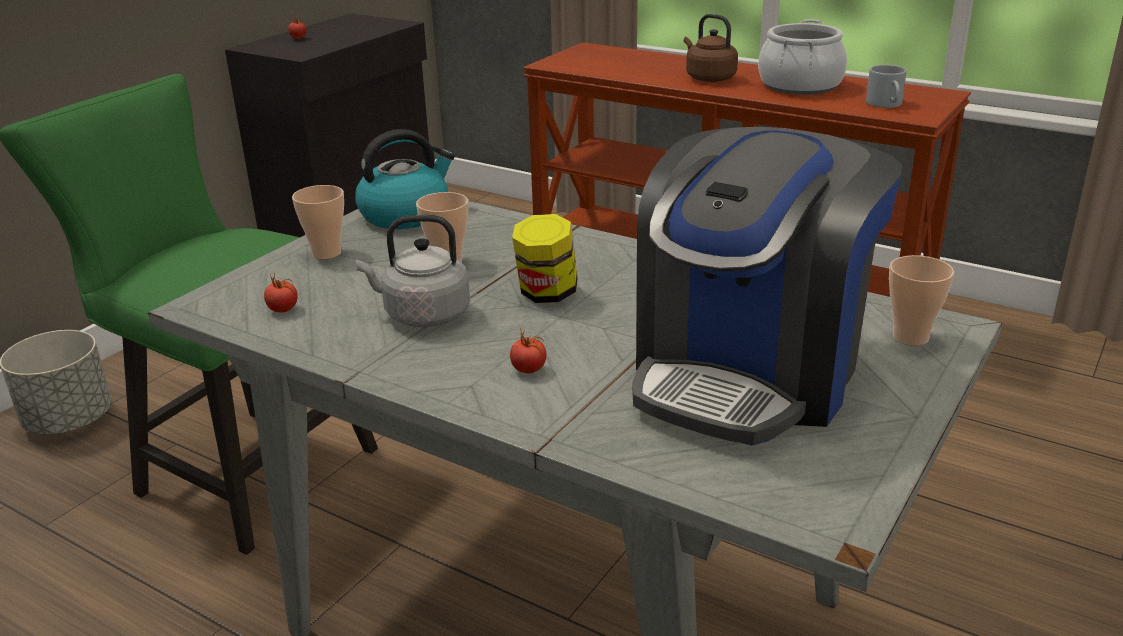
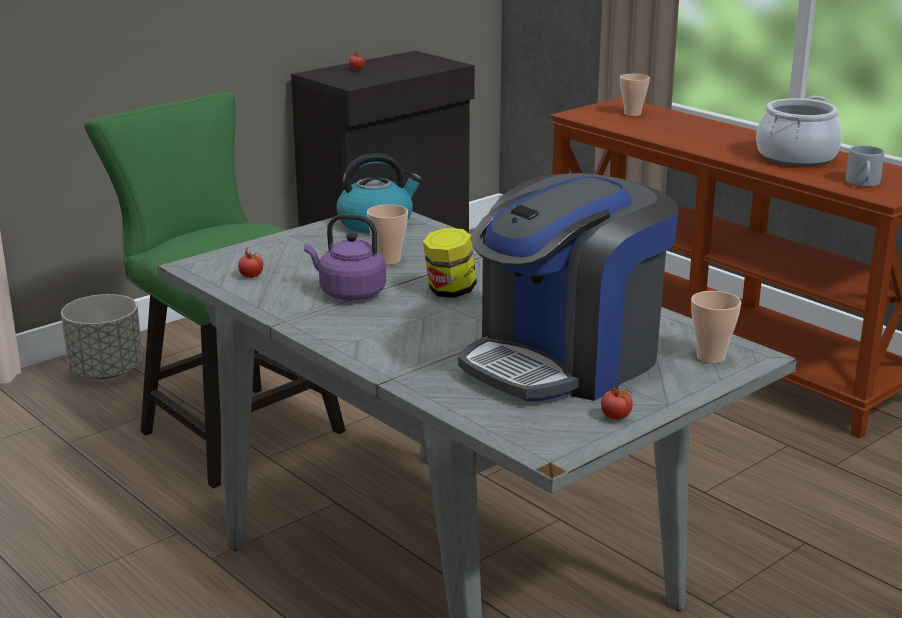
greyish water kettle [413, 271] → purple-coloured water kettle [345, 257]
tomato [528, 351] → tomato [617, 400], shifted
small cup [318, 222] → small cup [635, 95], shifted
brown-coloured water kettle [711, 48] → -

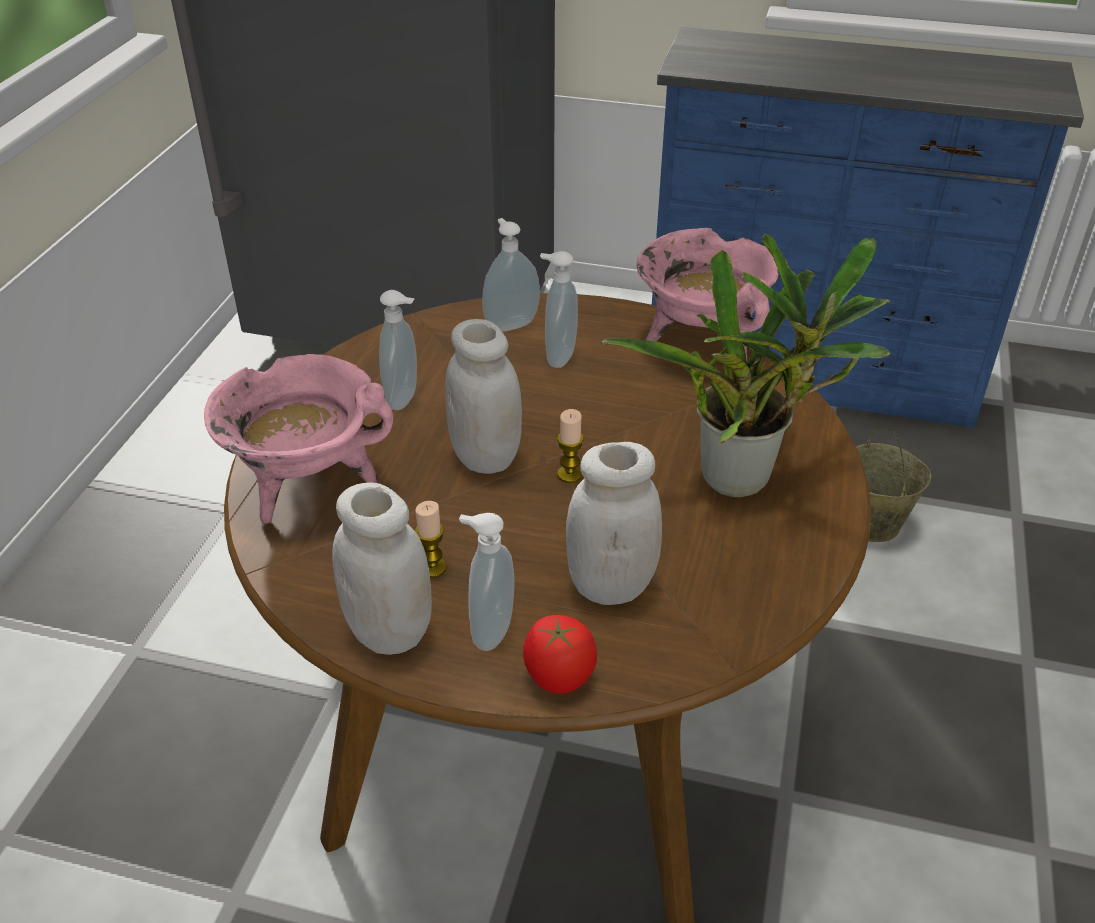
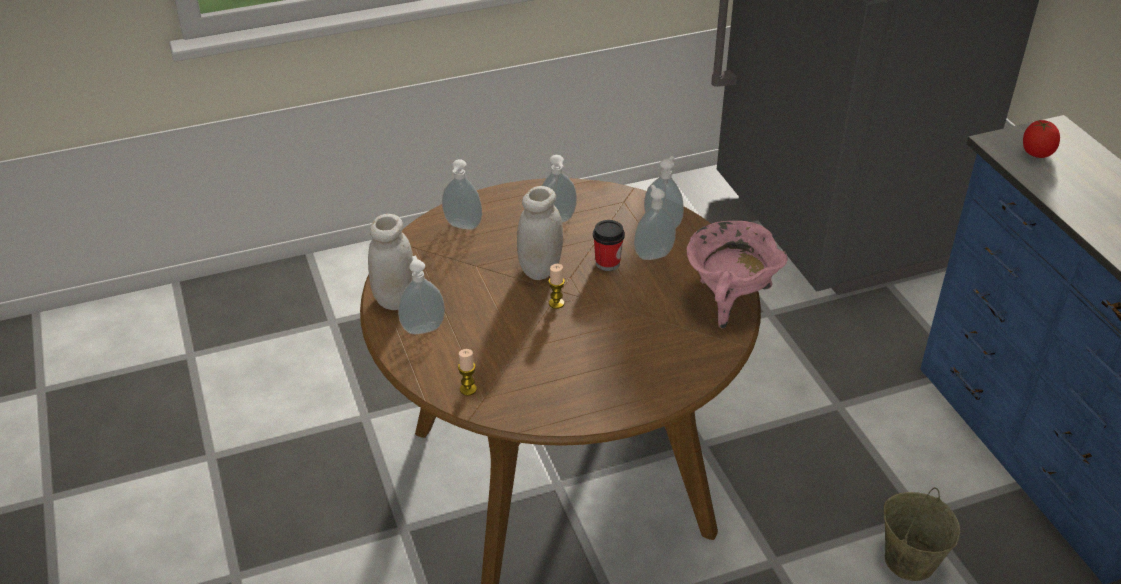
pink-coloured saucepot [298, 439] → soap bottle [462, 194]
wax light [431, 539] → wax light [467, 372], shifted
- → small cup [609, 245]
tomato [560, 654] → tomato [1041, 139], shifted
white-coloured jar [614, 523] → -
houseplant [746, 366] → -

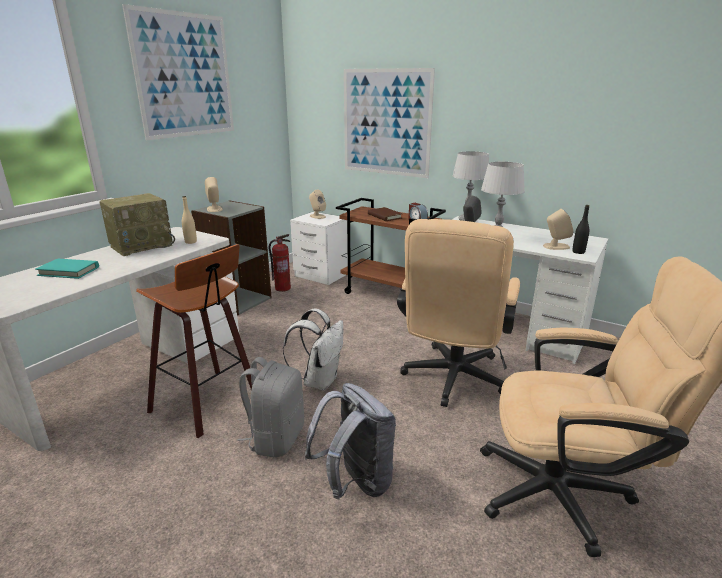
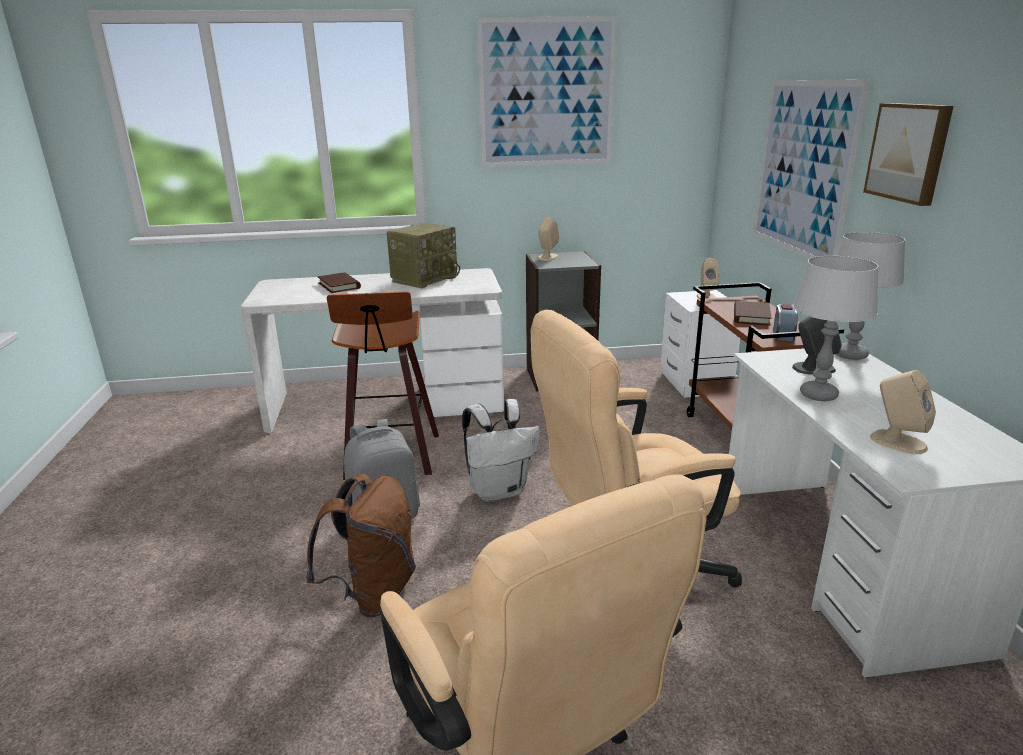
greyish rucksack [350, 441] → brown-coloured rucksack [361, 546]
turquoise volume [67, 269] → brown-coloured volume [339, 282]
radio set [137, 224] → radio set [423, 255], 60 degrees counterclockwise
- → wall art [908, 154]
sand-coloured drink bottle [189, 220] → -
fire-fighting cylinder [280, 263] → -
blackish drink bottle [580, 229] → -

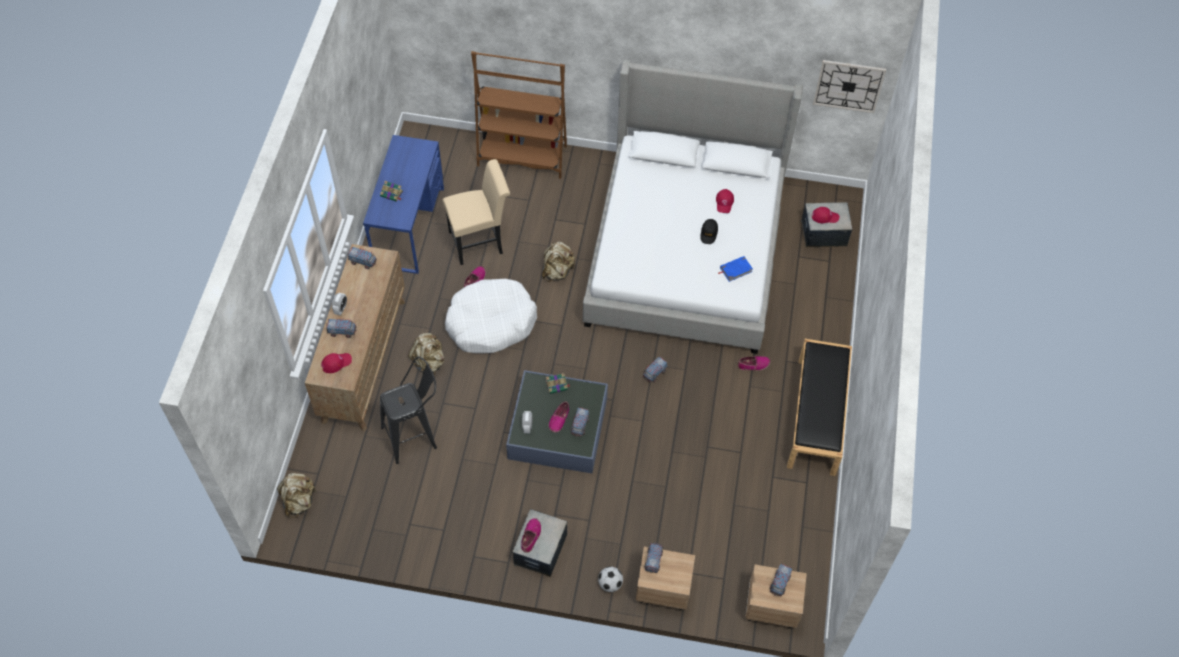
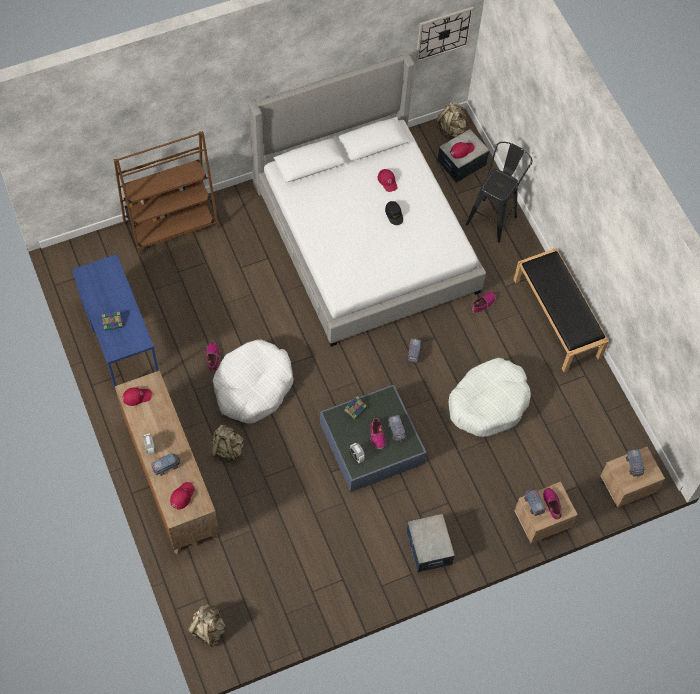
model truck [362, 258] → red peaked cap [137, 396]
sand-coloured rucksack [558, 262] → sand-coloured rucksack [451, 121], shifted
- → white-coloured dog cushion [489, 397]
blackish stool seat [408, 410] → blackish stool seat [499, 192], shifted
item of footwear [531, 535] → item of footwear [552, 504], shifted
sand-coloured chair [476, 212] → -
ball for football [610, 579] → -
blue volume [735, 269] → -

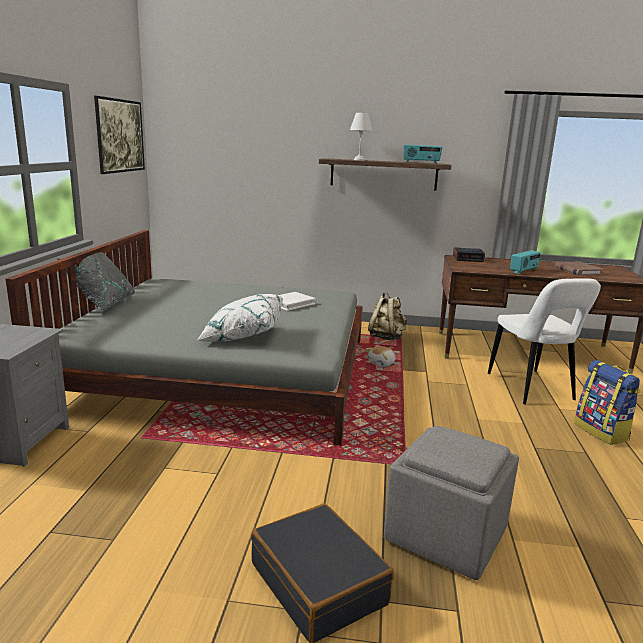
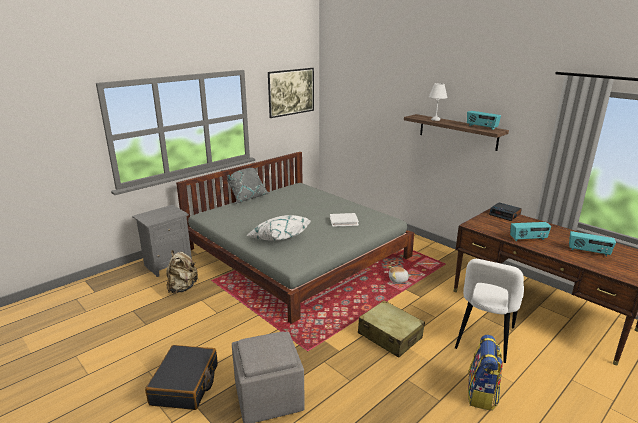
sand-coloured rucksack [387, 316] → sand-coloured rucksack [182, 272], shifted
- → sand-coloured suitcase [391, 329]
brown-coloured volume [579, 269] → radio set [592, 243]

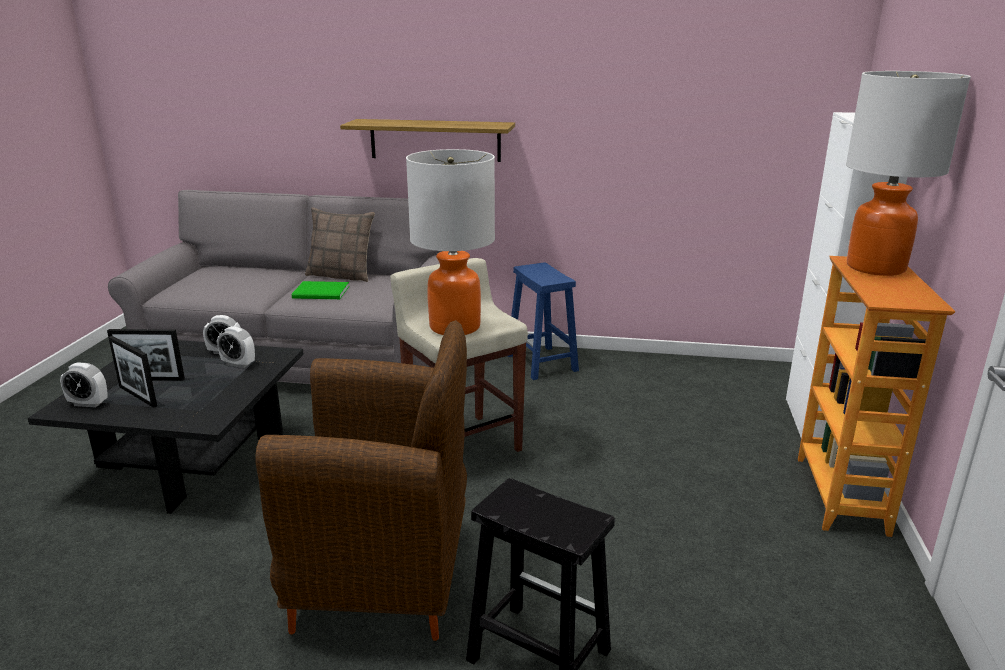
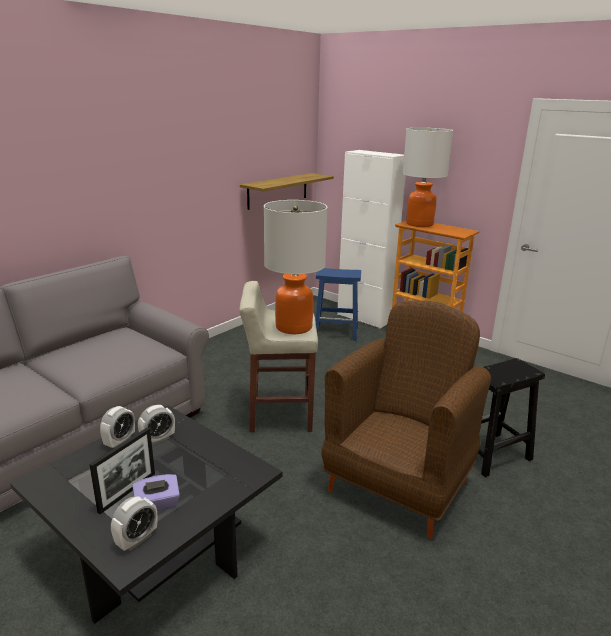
picture frame [132, 372] → purple-coloured box of tissues [156, 493]
bracket shelf [427, 140] → bracket shelf [287, 191], shifted
blue stool seat [543, 321] → blue stool seat [338, 304], shifted
green volume [320, 290] → -
pillow [340, 244] → -

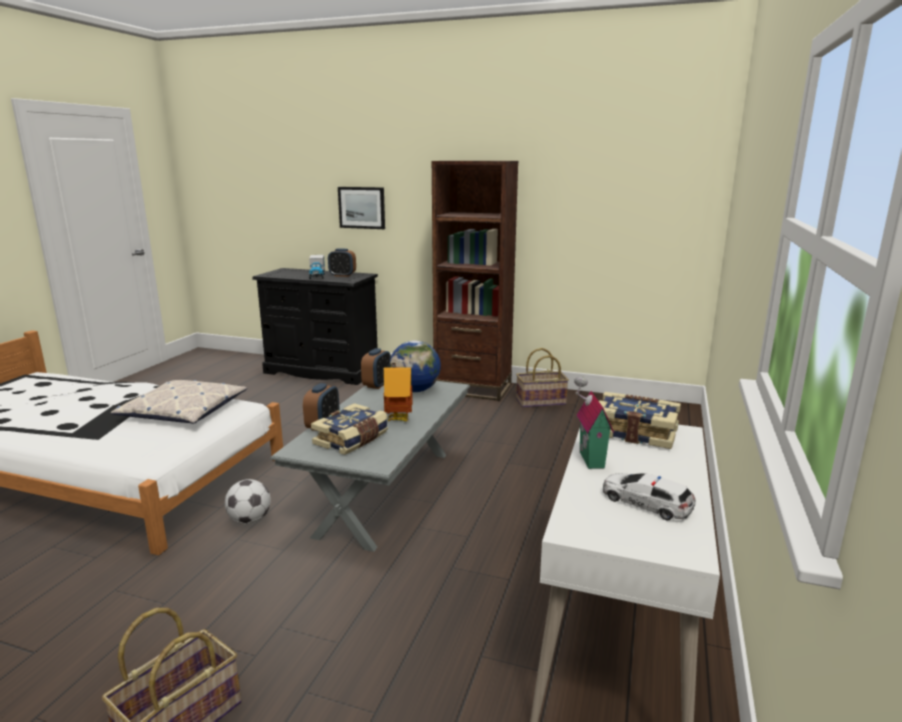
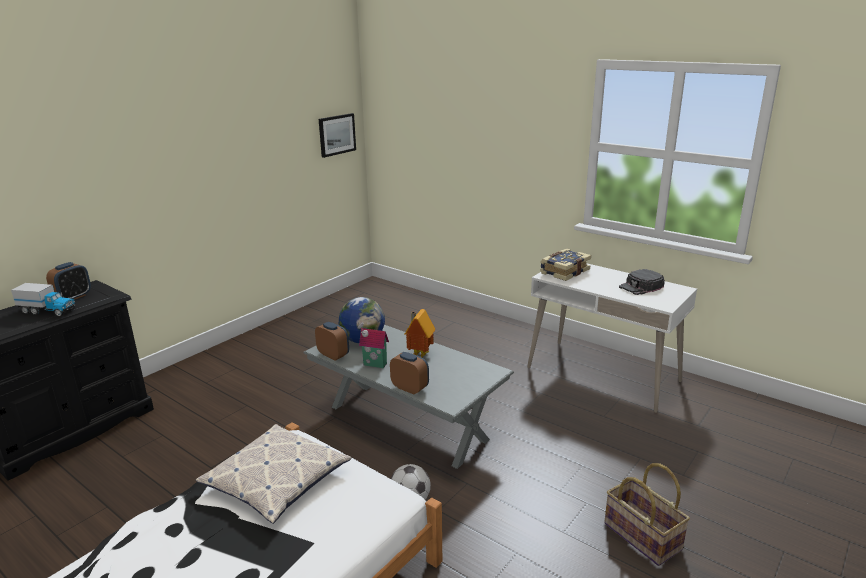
wall art [361, 208] → wall art [337, 135], shifted
model house [594, 423] → model house [373, 345], shifted
toy car [649, 496] → blackish peaked cap [642, 282]
volume [349, 429] → -
brown-coloured shelving unit [475, 281] → -
basket [542, 377] → -

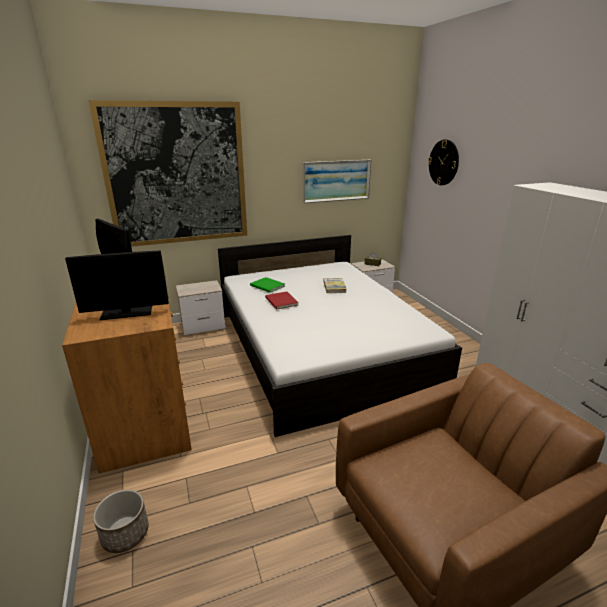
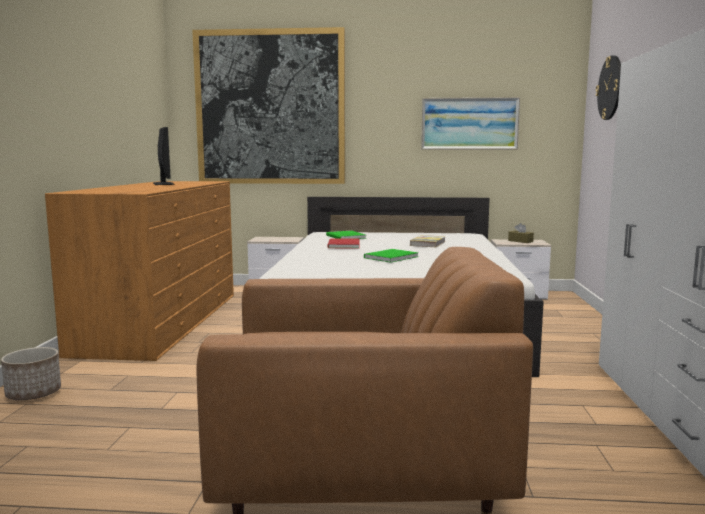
- → green volume [391, 256]
monitor [117, 285] → -

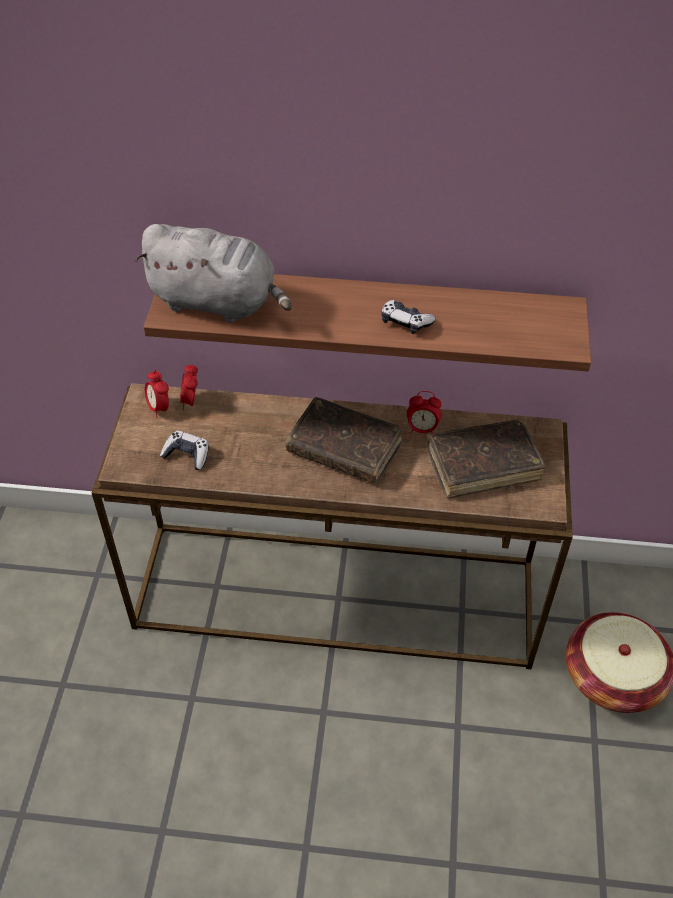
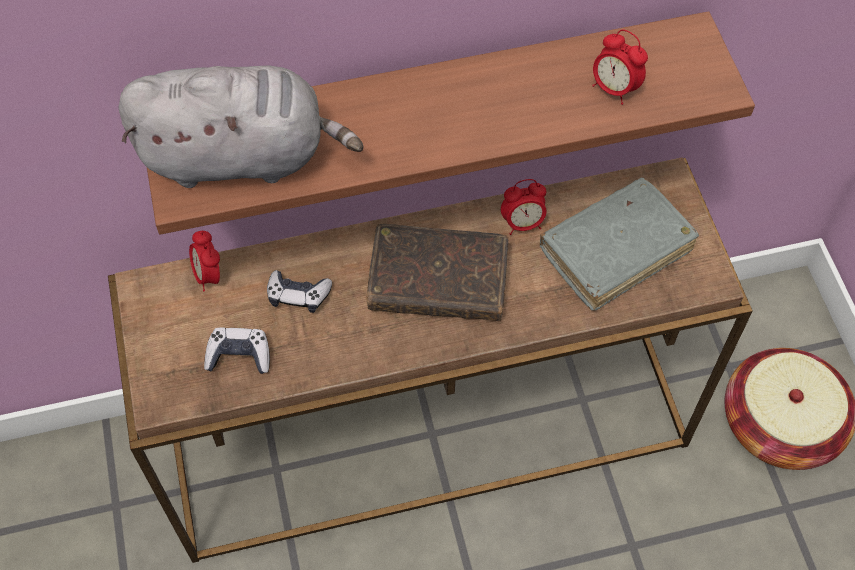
gamepad [408, 317] → gamepad [299, 291], shifted
brown-coloured volume [486, 459] → greyish volume [619, 244]
bedside clock [157, 394] → bedside clock [620, 67], shifted

